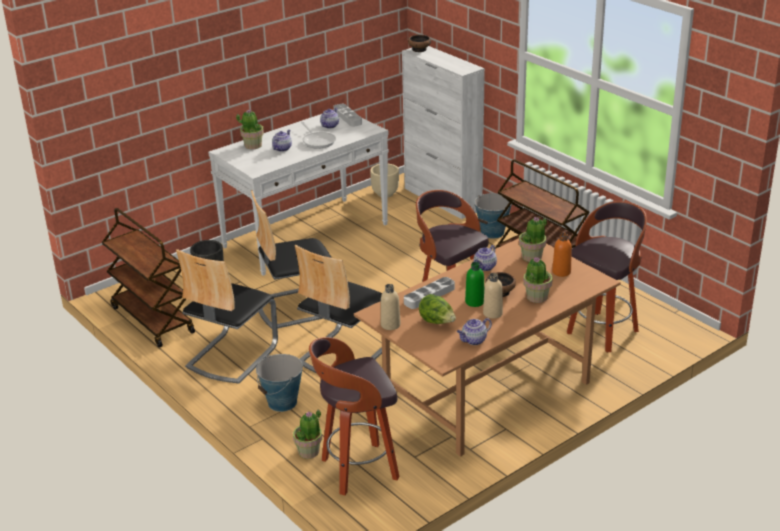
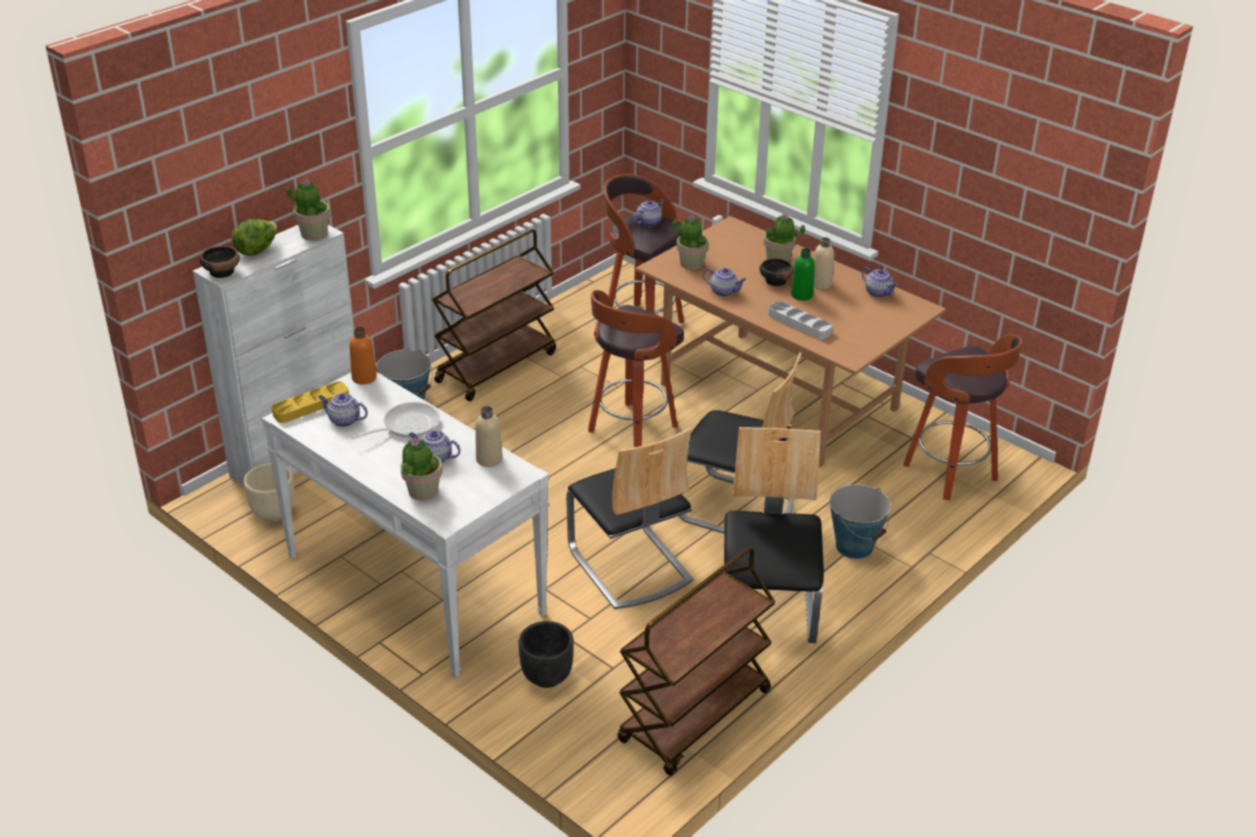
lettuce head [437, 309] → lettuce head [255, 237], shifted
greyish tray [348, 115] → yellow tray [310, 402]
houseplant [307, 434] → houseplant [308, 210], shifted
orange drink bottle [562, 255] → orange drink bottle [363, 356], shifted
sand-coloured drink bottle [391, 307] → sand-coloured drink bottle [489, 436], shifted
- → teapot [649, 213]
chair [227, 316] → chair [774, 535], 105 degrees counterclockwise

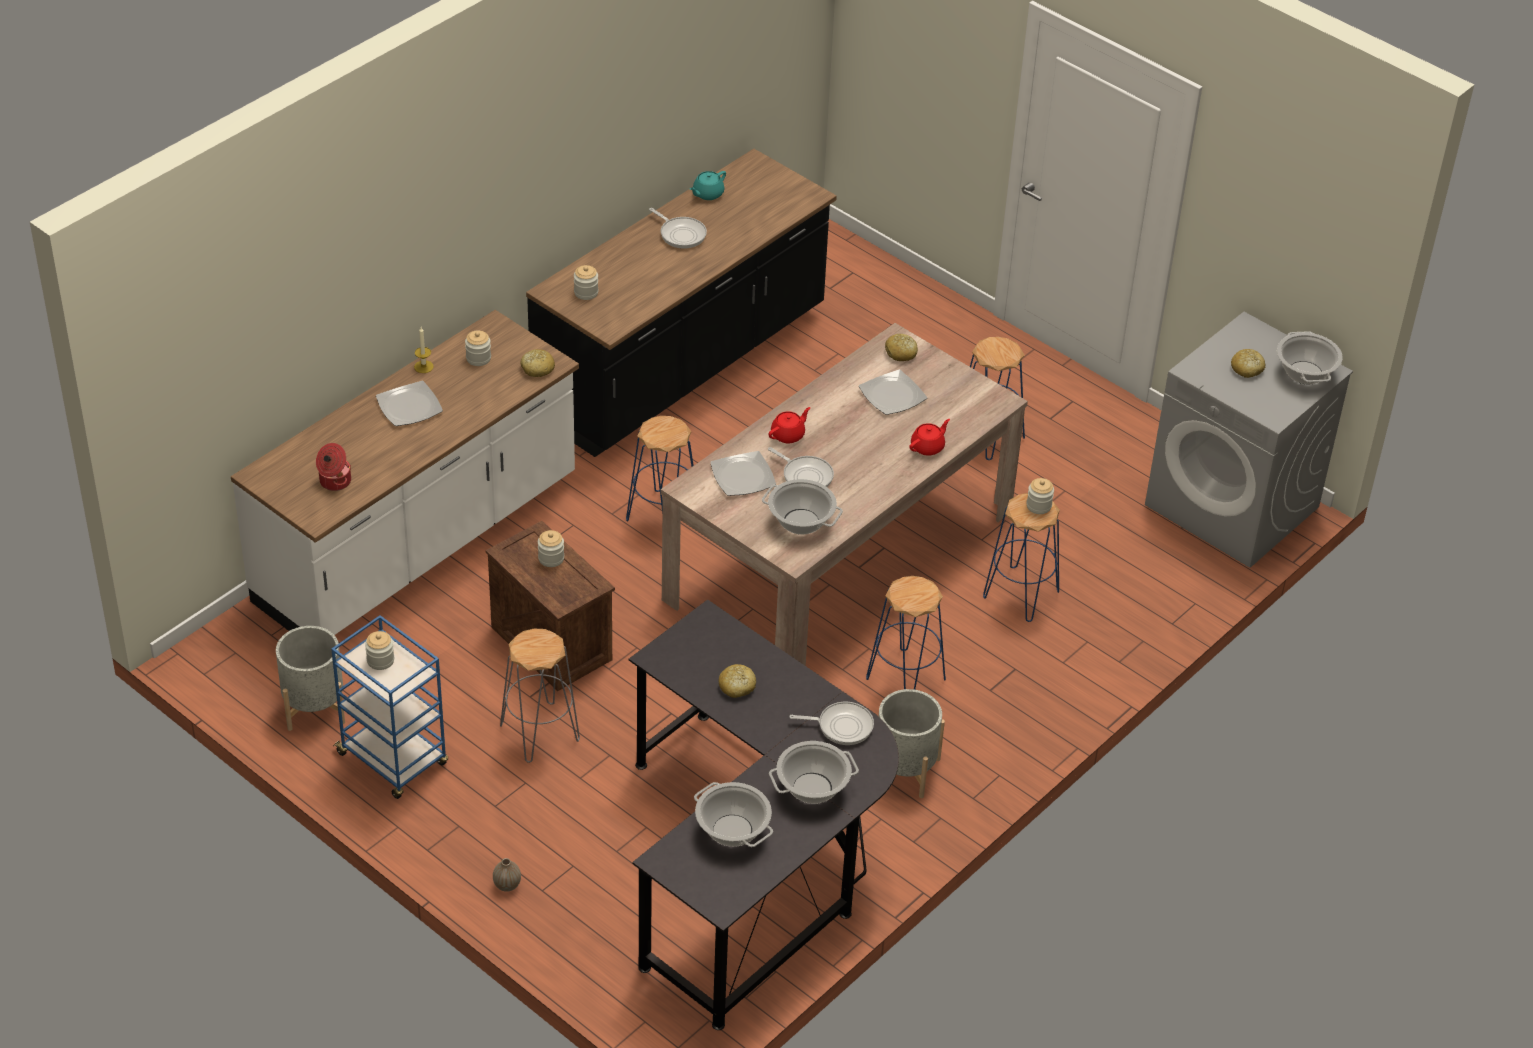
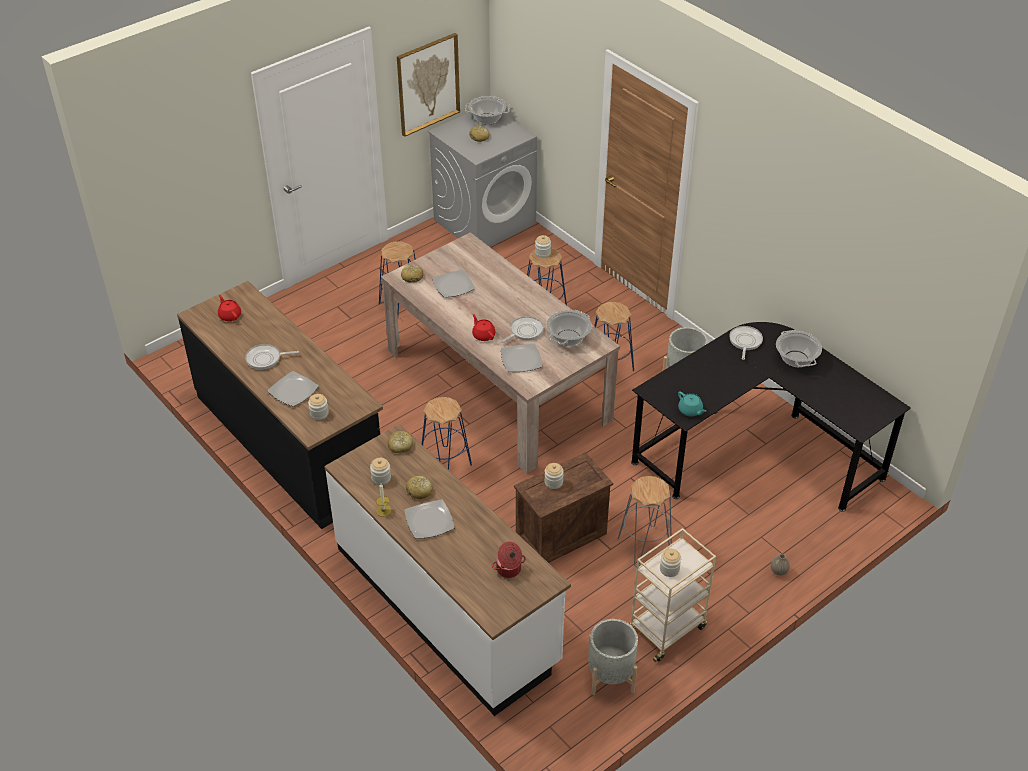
red teapot [929, 437] → red teapot [229, 308], shifted
skillet [678, 228] → skillet [272, 357], 150 degrees counterclockwise
- → plate [293, 389]
- → wall art [428, 85]
baked bread [737, 681] → baked bread [419, 487], shifted
blue trolley [389, 707] → sand-coloured trolley [672, 595]
turquoise teapot [708, 185] → turquoise teapot [692, 403], shifted
saucepot [733, 814] → -

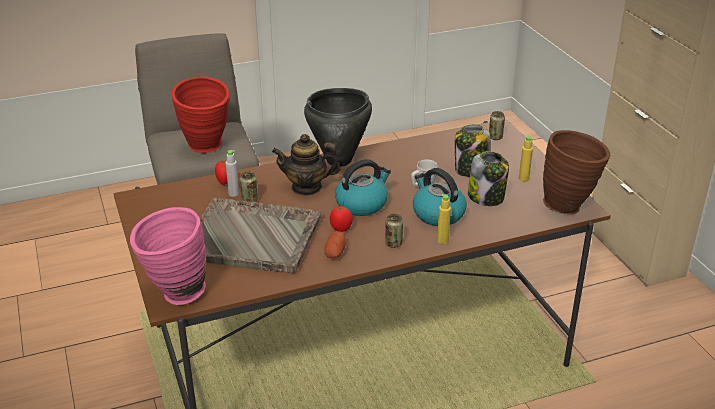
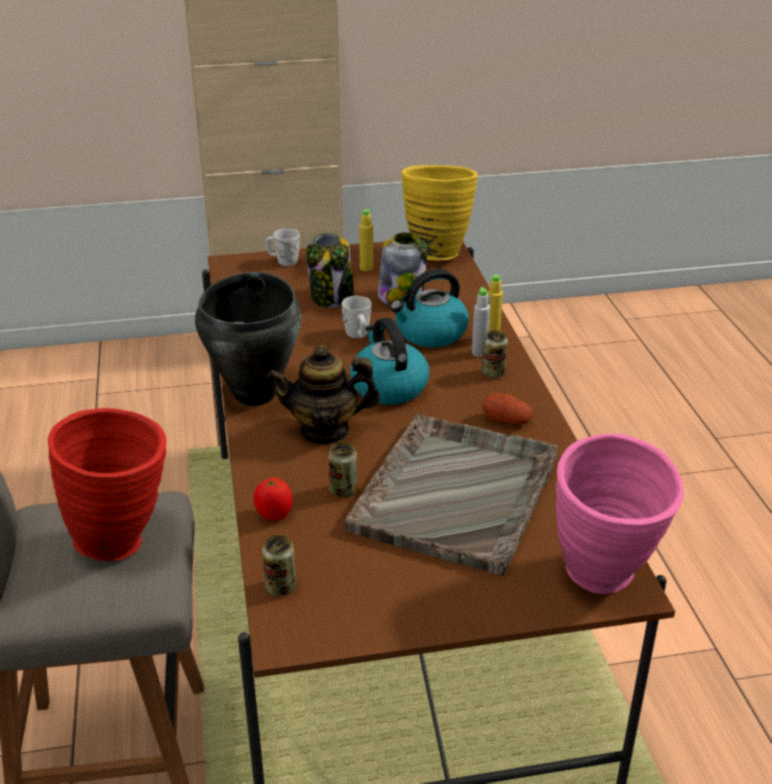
metal can [497, 125] → metal can [279, 565], shifted
- → white-coloured coffee mug [283, 247]
teapot [306, 165] → teapot [323, 395], 75 degrees clockwise
brown-coloured decorative vase [576, 172] → yellow decorative vase [439, 212]
greyish drink bottle [232, 173] → greyish drink bottle [481, 322], shifted
tomato [341, 219] → -

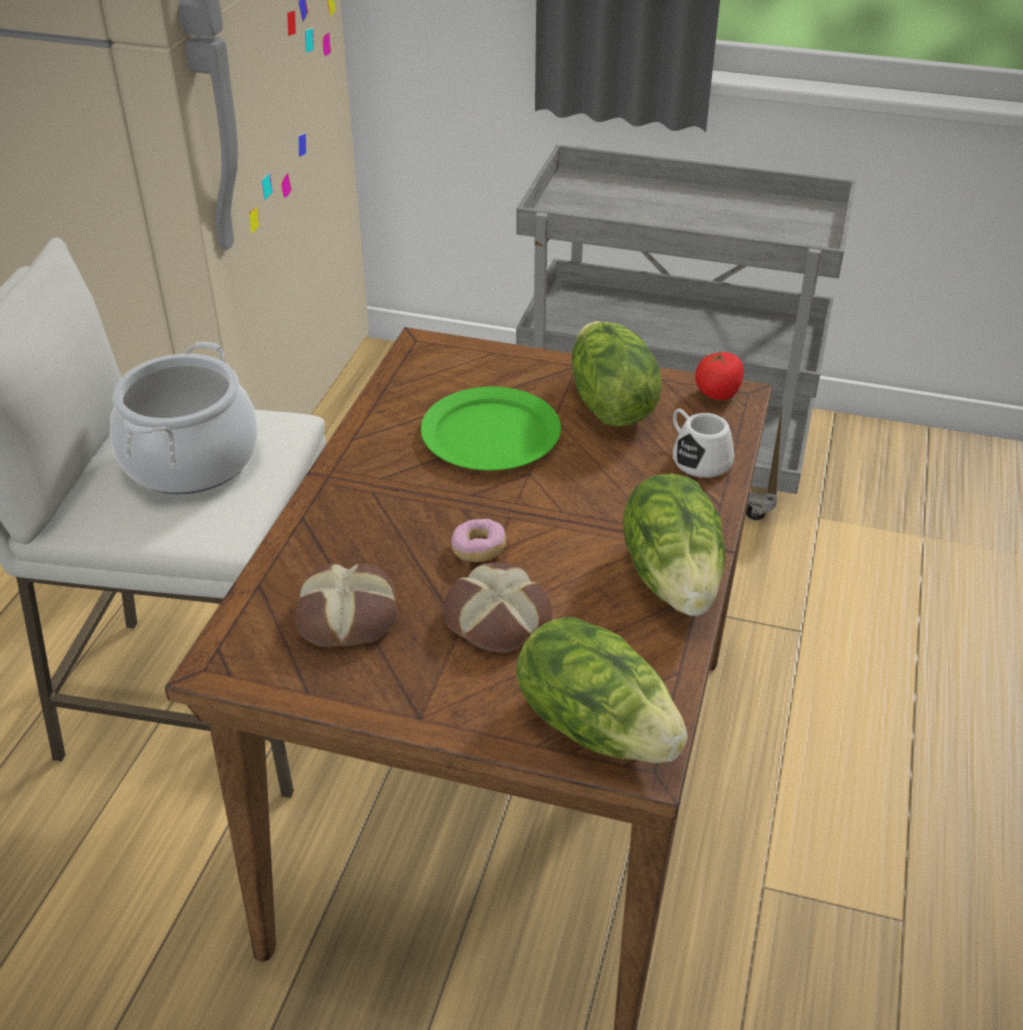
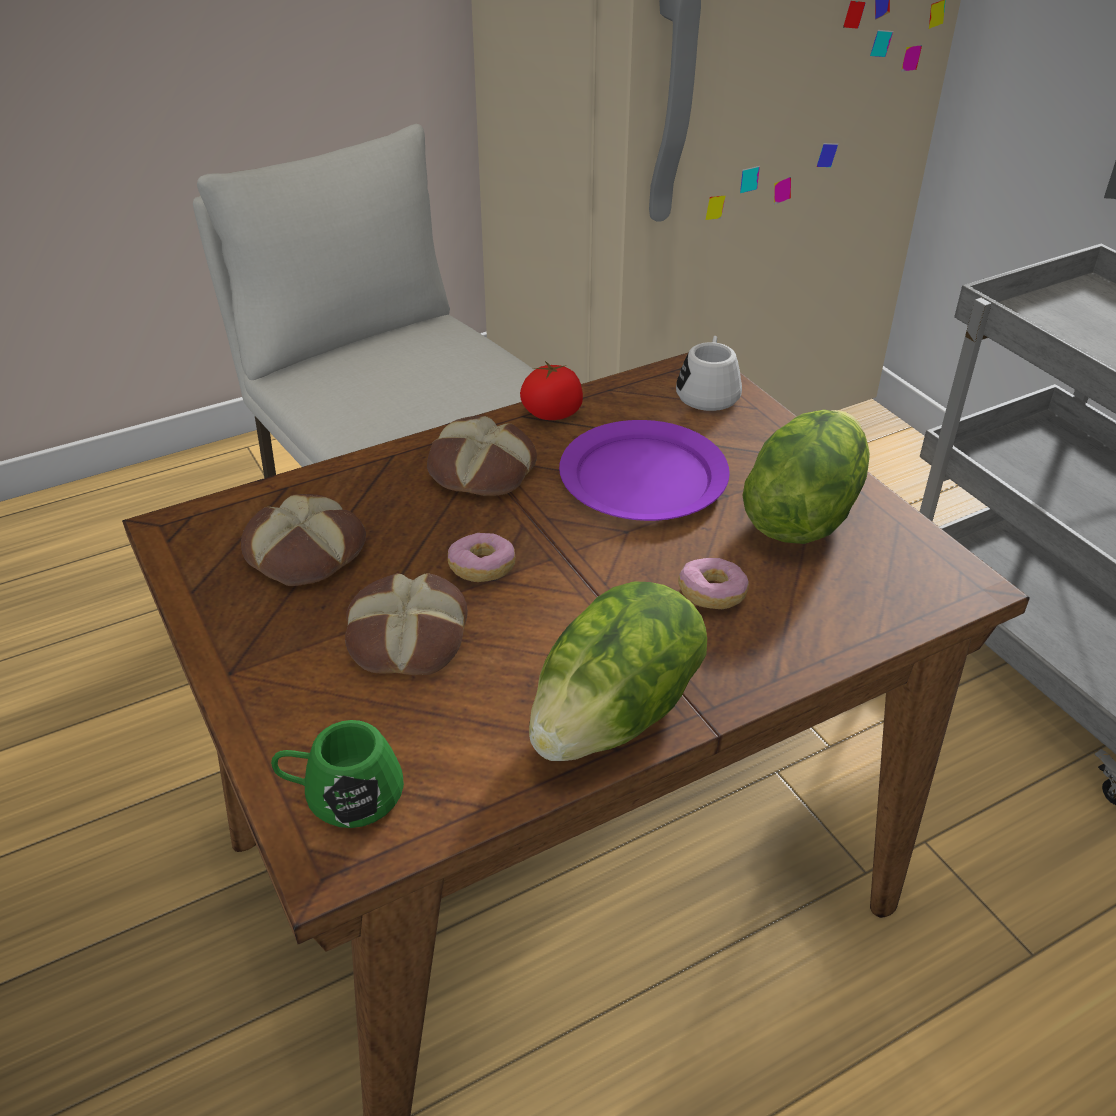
lettuce head [602, 690] → green coffee mug [337, 774]
- → baked bread [482, 456]
tomato [719, 375] → tomato [551, 390], shifted
green plate [491, 429] → purple-coloured plate [644, 470]
white-coloured coffee mug [703, 443] → white-coloured coffee mug [709, 373], shifted
- → doughnut [713, 583]
saucepot [184, 418] → -

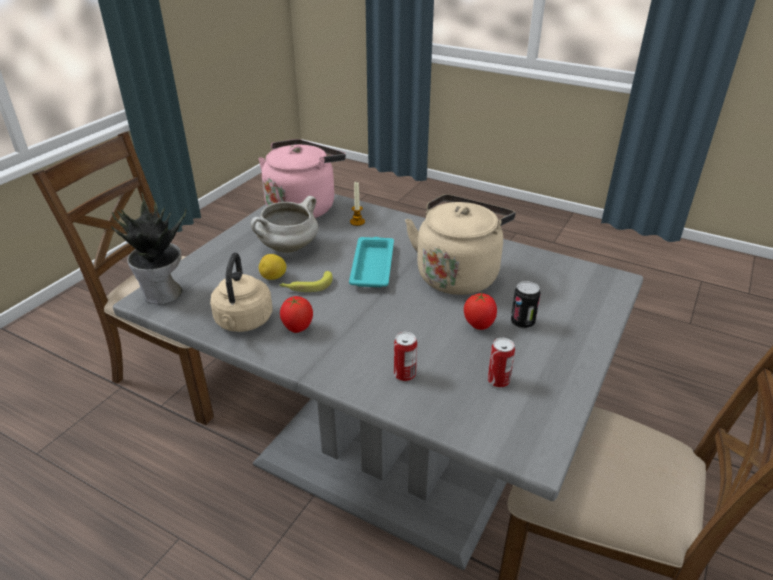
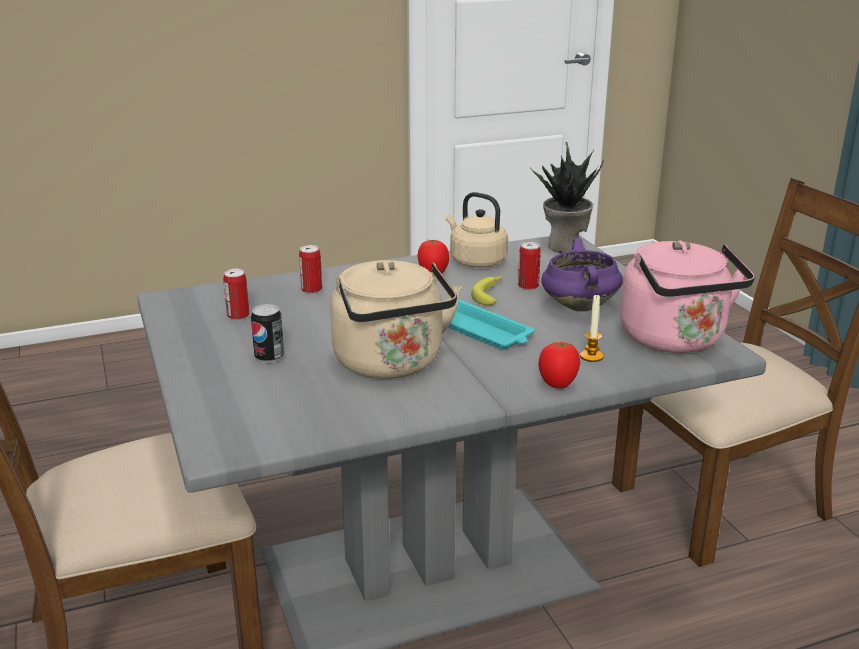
lemon [272, 267] → metal can [529, 266]
tomato [480, 311] → tomato [559, 365], shifted
white-coloured saucepot [284, 224] → purple-coloured saucepot [582, 275]

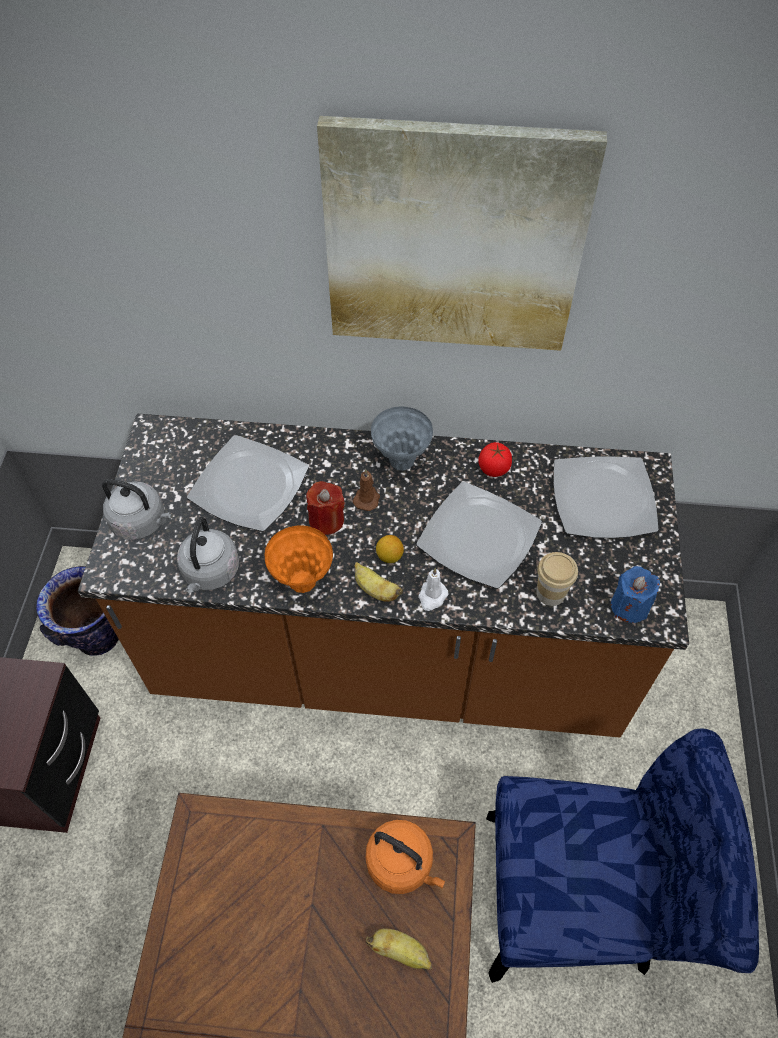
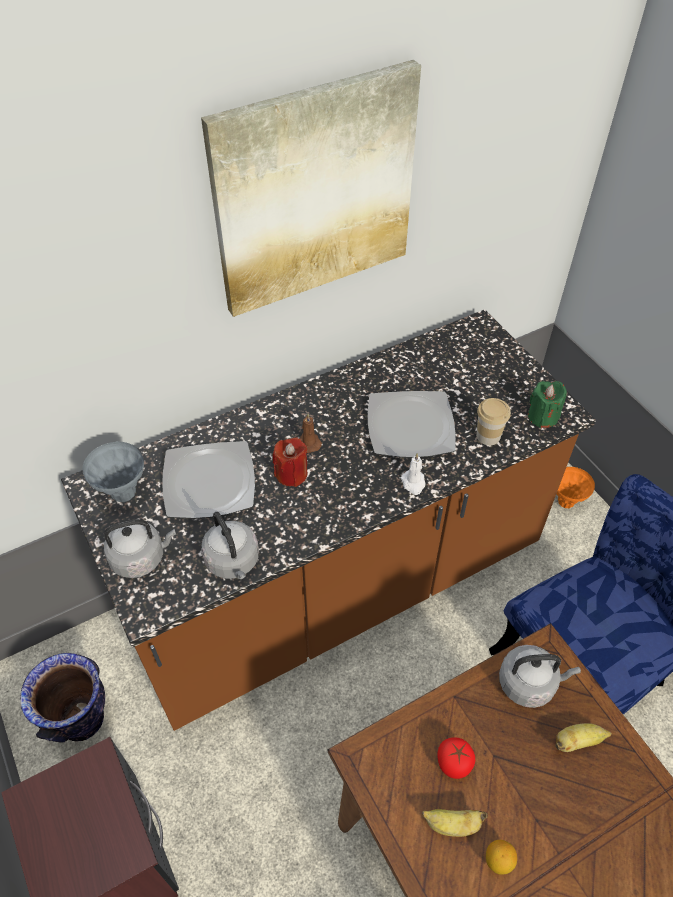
greyish decorative vase [402, 438] → greyish decorative vase [113, 471], shifted
banana fruit [379, 582] → banana fruit [455, 823], shifted
tomato [495, 459] → tomato [456, 758], shifted
lemon [390, 549] → lemon [501, 857], shifted
orange water kettle [405, 857] → greyish water kettle [540, 676]
blue wax light [635, 594] → green wax light [547, 404]
orange decorative vase [299, 559] → orange decorative vase [576, 487], shifted
plate [606, 497] → -

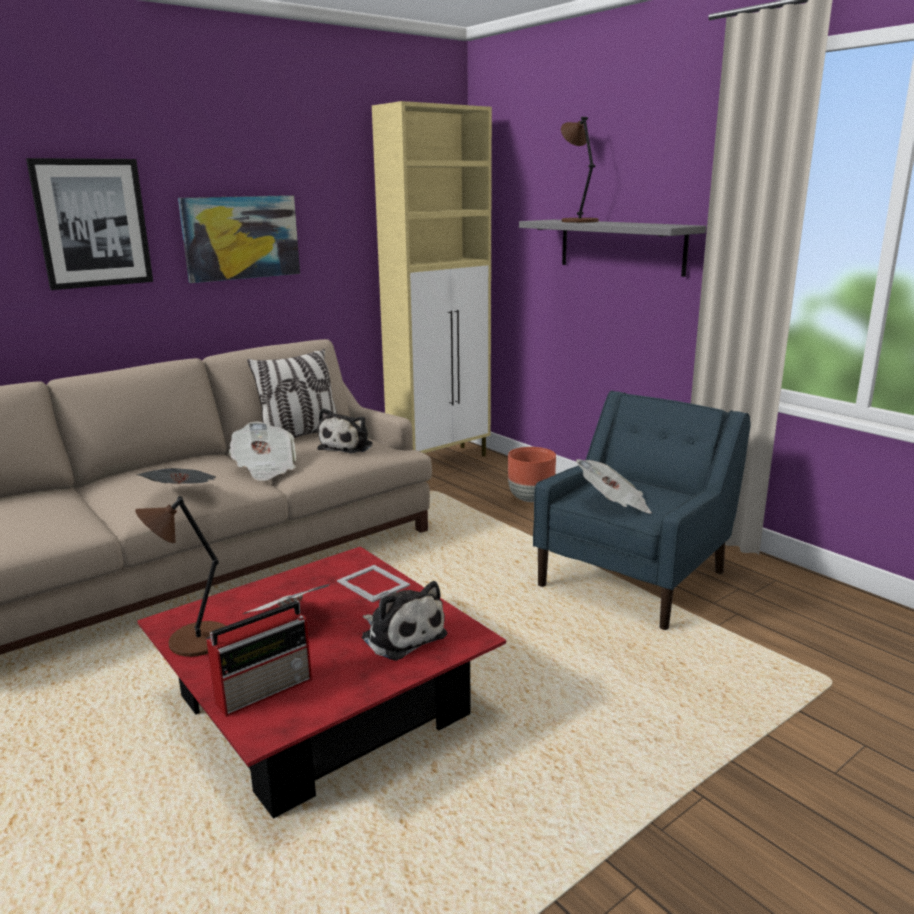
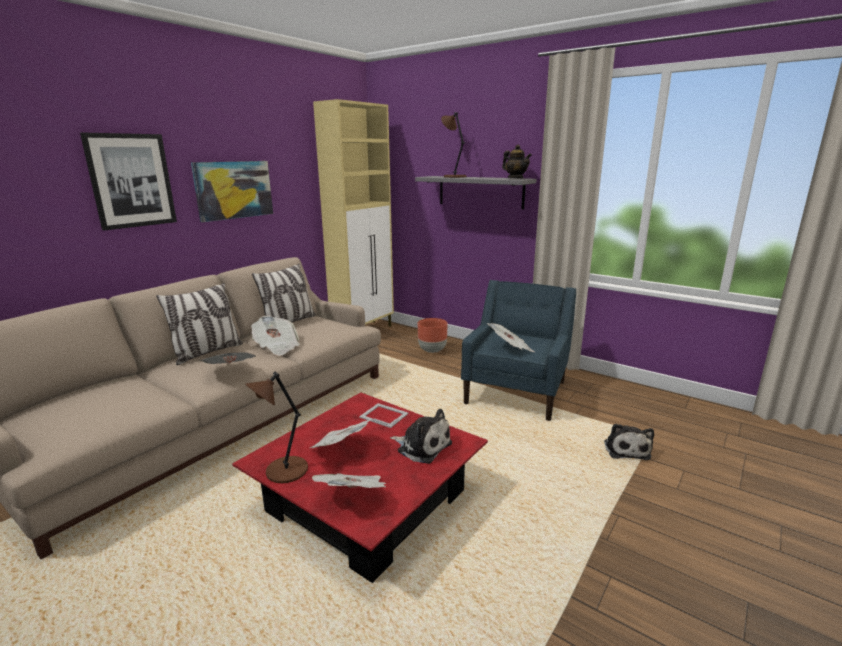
- → pillow [199, 324]
radio set [259, 659] → newspaper [349, 480]
- → teapot [517, 162]
cuddly toy [345, 430] → cuddly toy [629, 442], shifted

